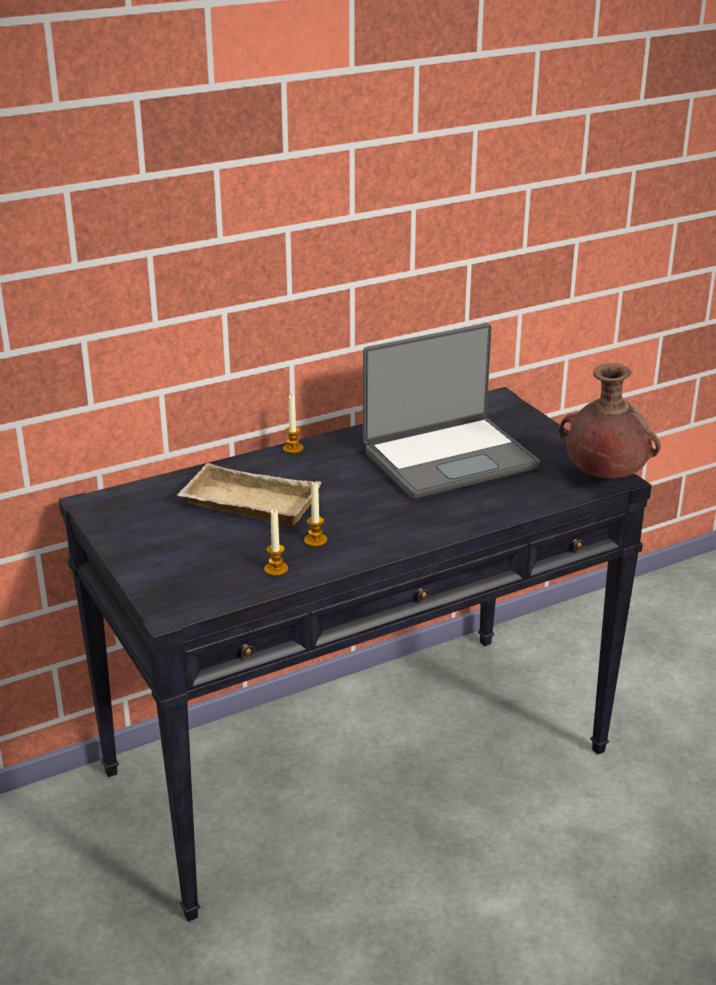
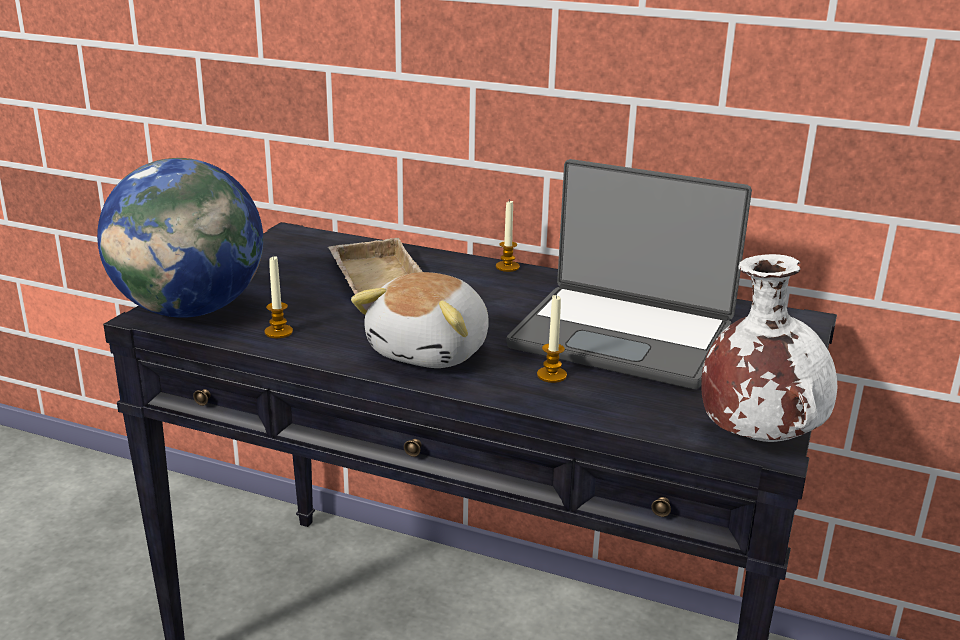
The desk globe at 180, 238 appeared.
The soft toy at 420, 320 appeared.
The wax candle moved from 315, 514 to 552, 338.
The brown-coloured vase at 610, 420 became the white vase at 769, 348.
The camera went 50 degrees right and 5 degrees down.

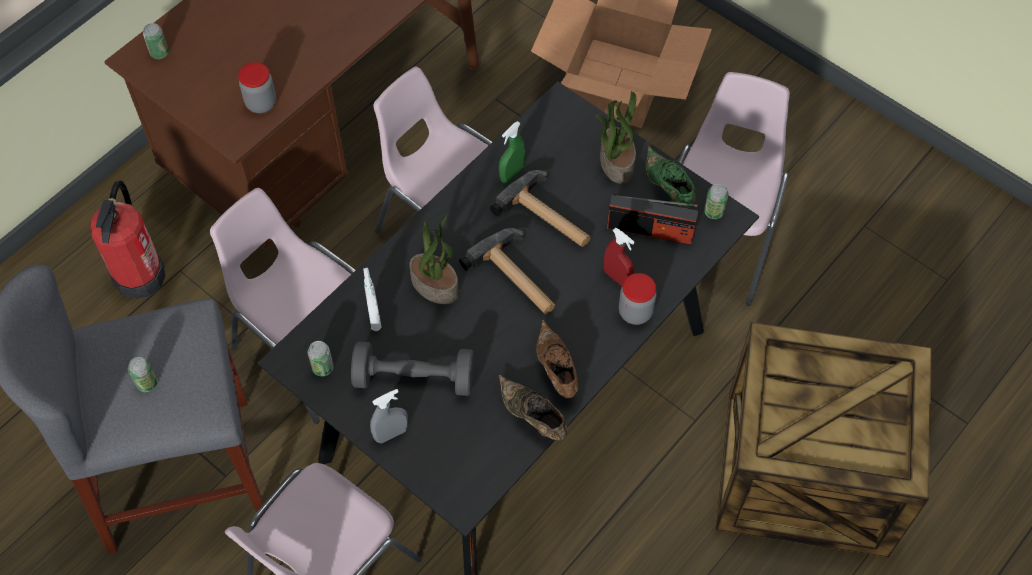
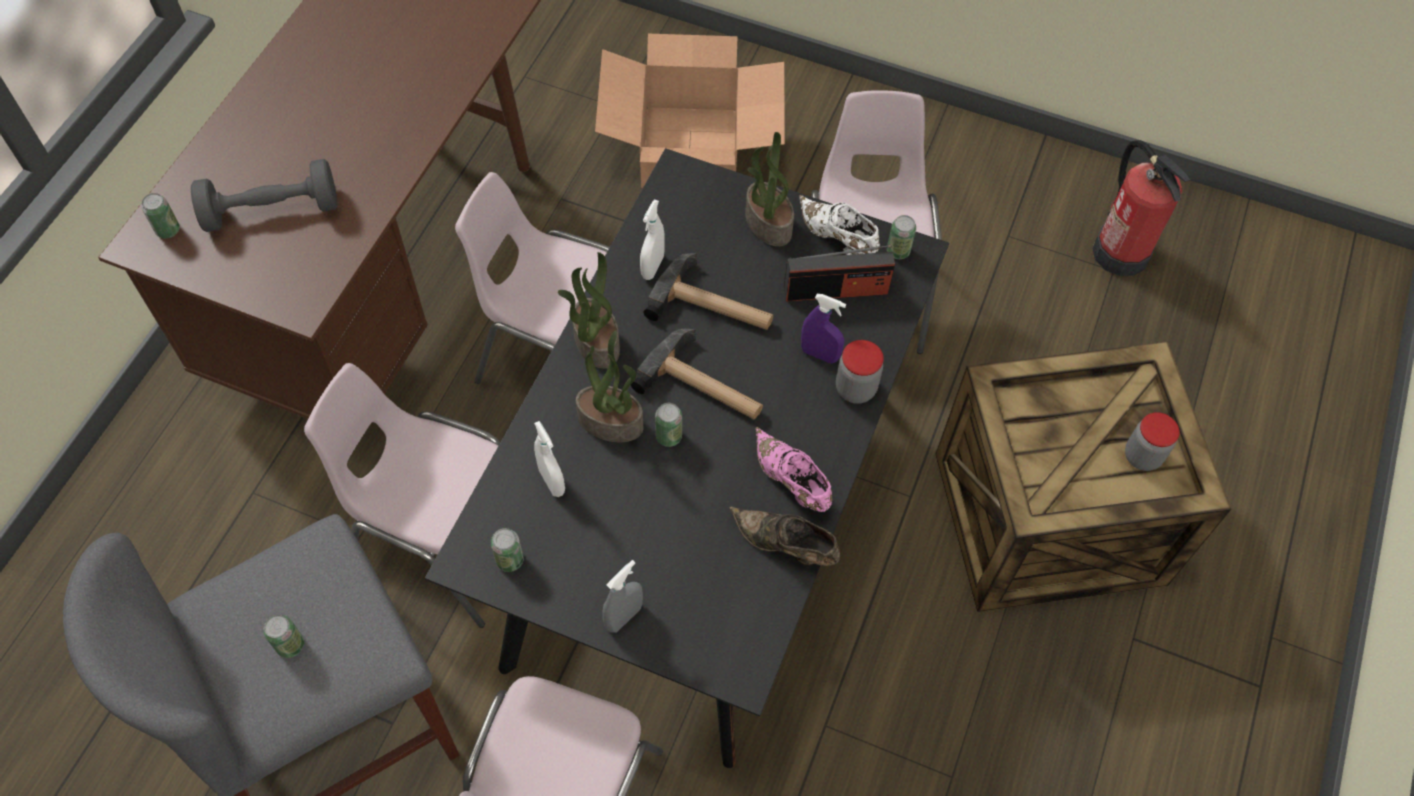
The houseplant at 589, 310 appeared.
The metal can at 668, 425 appeared.
The fire-fighting cylinder moved from 128, 240 to 1141, 208.
The jar moved from 257, 87 to 1152, 441.
The greyish free weight moved from 412, 369 to 264, 195.
The greenish sprayer at 512, 152 became the white sprayer at 652, 239.
The brown-coloured low shoe at 557, 359 became the pinkish low shoe at 794, 469.
The red-coloured sprayer at 619, 257 became the purplish sprayer at 823, 329.
The greenish low shoe at 670, 177 became the white low shoe at 839, 225.
The camera went 20 degrees left and 0 degrees up.

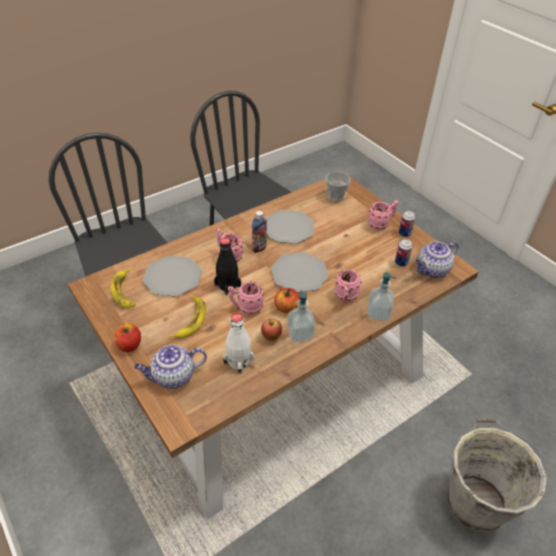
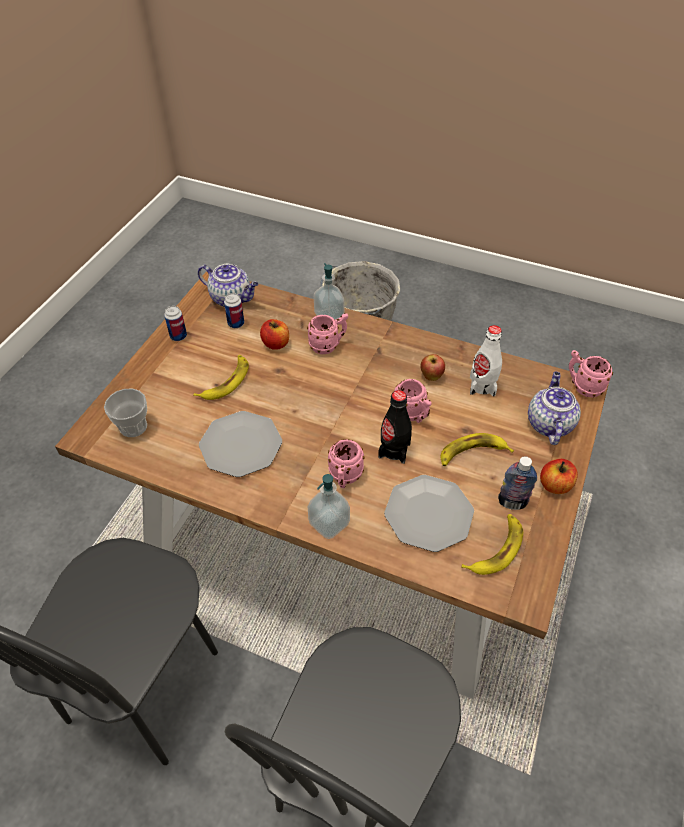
The plate at 300, 272 disappeared.
The banana at 221, 377 appeared.
The drink bottle moved from 259, 232 to 517, 483.
The apple moved from 287, 300 to 274, 334.
The soap bottle moved from 301, 316 to 329, 506.
The pinkish mug moved from 383, 215 to 591, 373.
The tea pot at 170, 366 turned 120 degrees counterclockwise.
The camera went 120 degrees left and 5 degrees up.

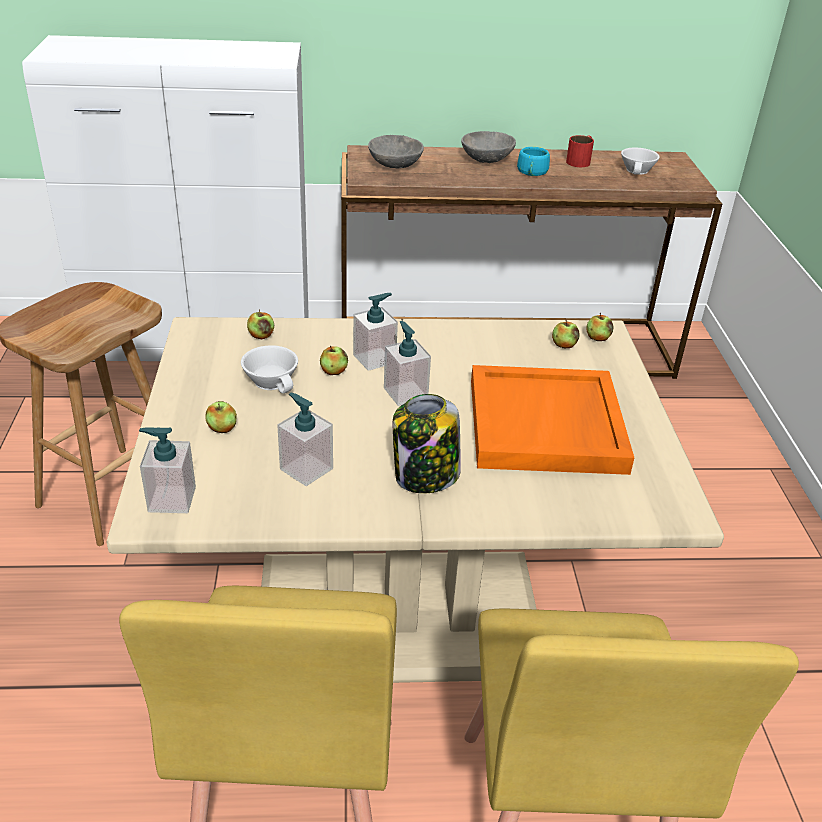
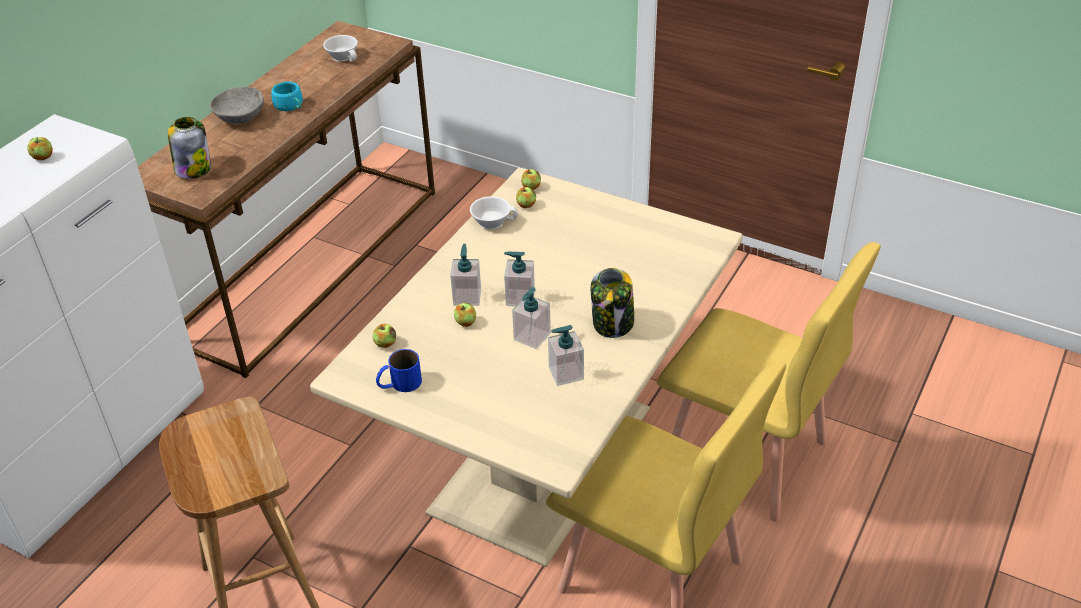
The orange-coloured tray at 552, 420 disappeared.
The red-coloured mug at 580, 151 disappeared.
The bluish mug at 399, 370 appeared.
The soap bottle moved from 167, 470 to 531, 318.
The apple moved from 221, 417 to 40, 148.
The white cup moved from 269, 369 to 494, 213.
The greyish bowl at 396, 152 was replaced by the jar at 189, 148.
The camera went 55 degrees left and 5 degrees up.

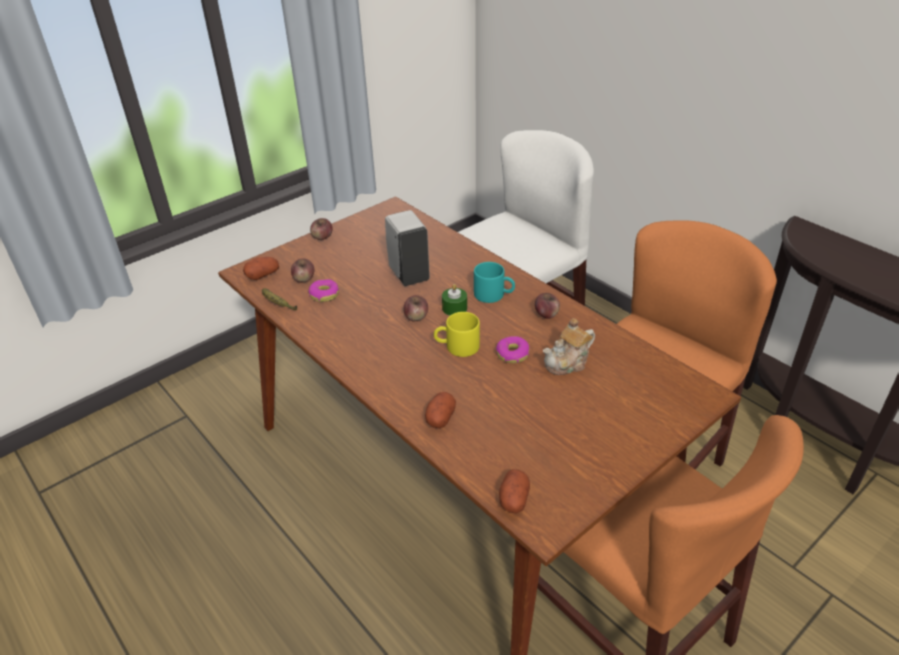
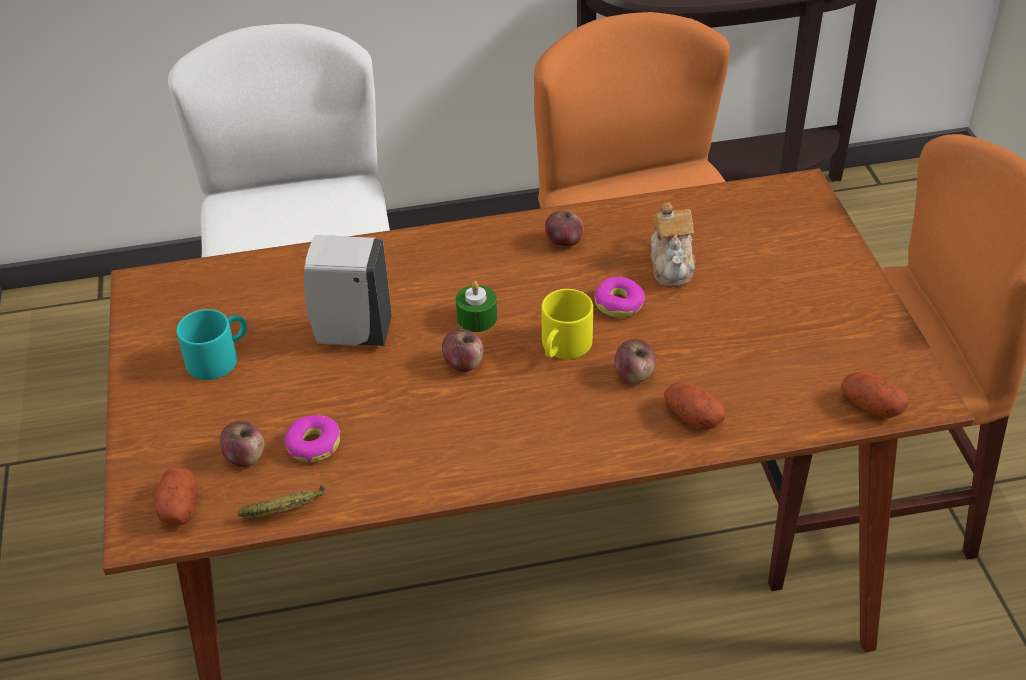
The apple moved from 321, 229 to 635, 361.
The blue-green mug moved from 494, 282 to 211, 344.
The camera went 60 degrees left and 5 degrees up.

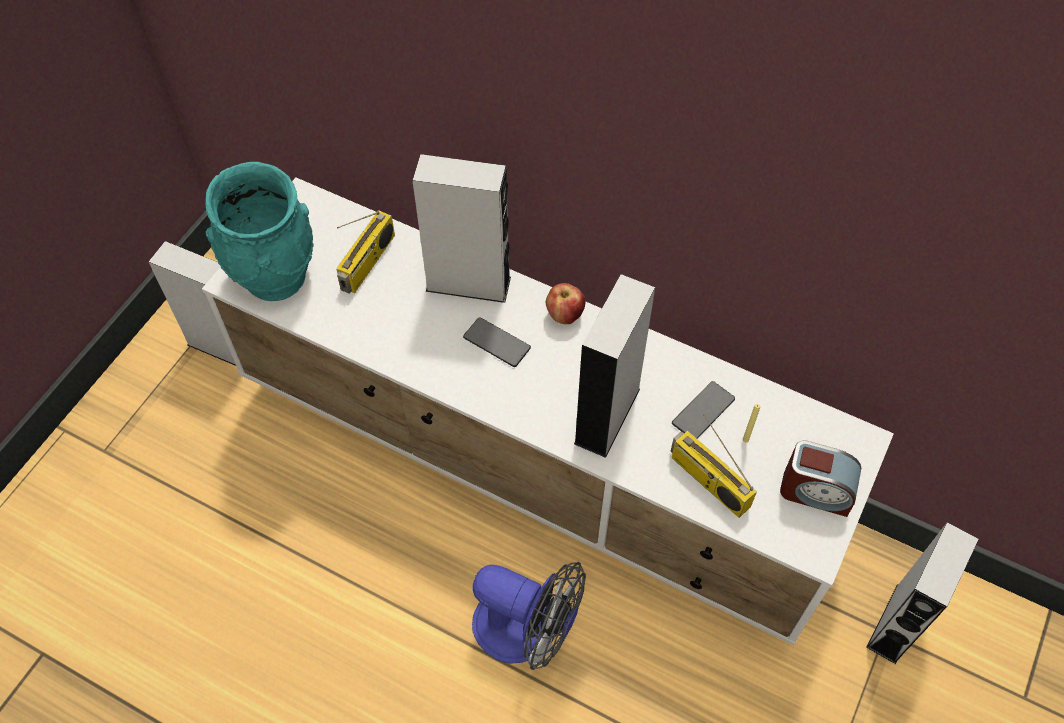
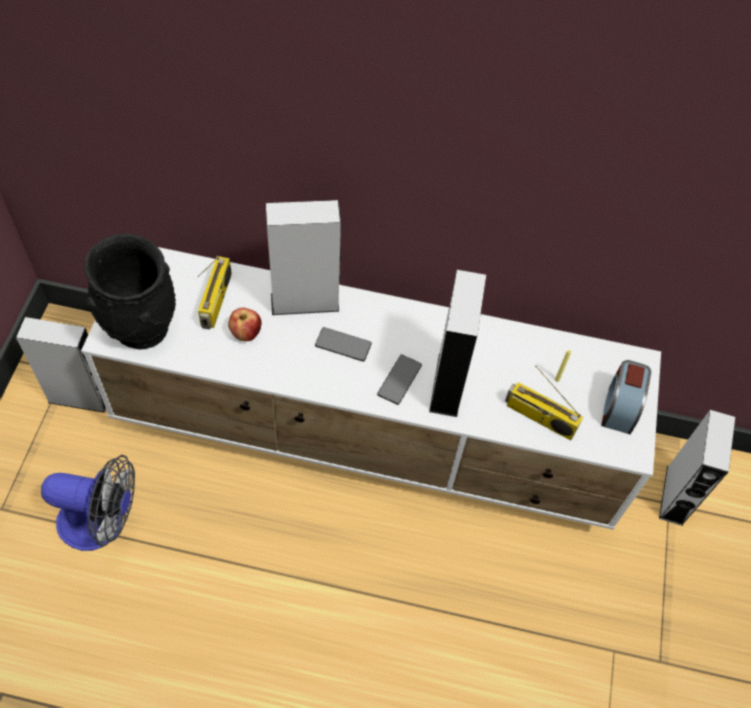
The electric fan moved from 529, 616 to 88, 503.
The apple moved from 565, 303 to 244, 324.
The telephone moved from 703, 410 to 399, 380.
The blue-green vase at 259, 231 became the blackish vase at 130, 292.
The alarm clock at 820, 478 turned 105 degrees clockwise.
The camera went 20 degrees left and 0 degrees up.

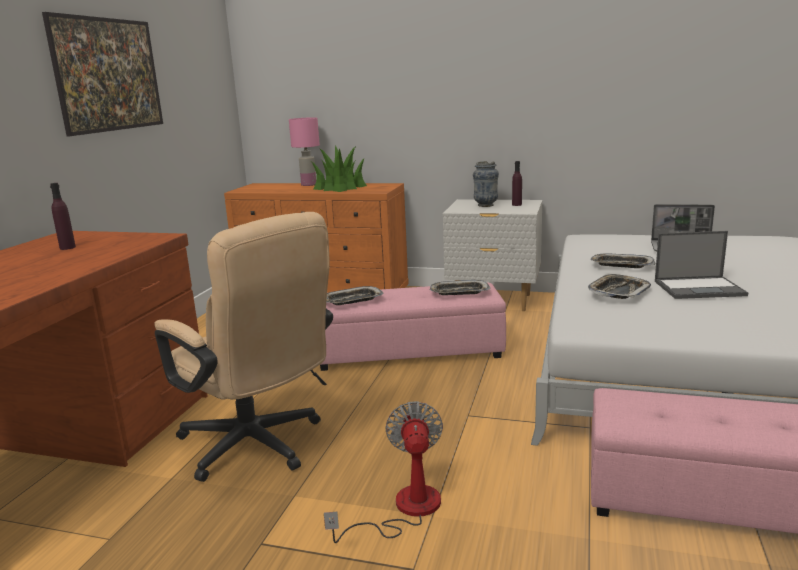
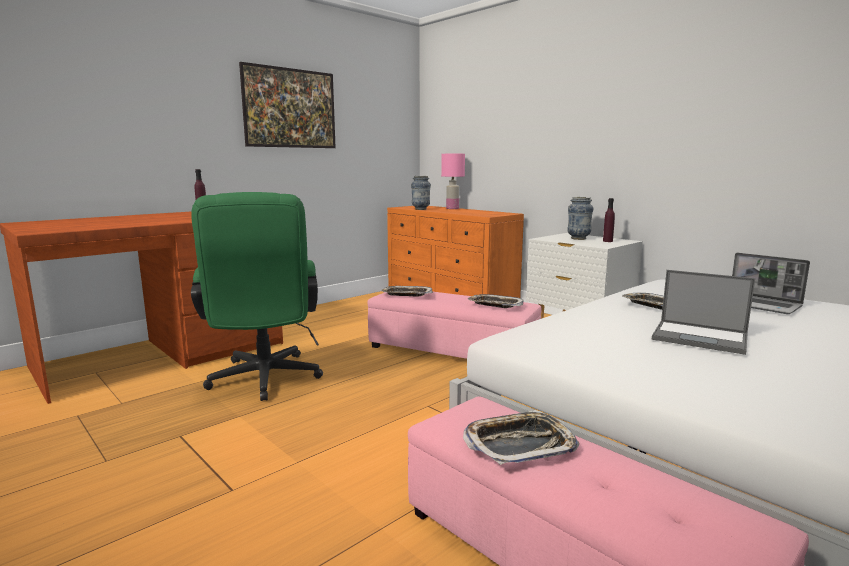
The houseplant at 339, 168 disappeared.
The electric fan at 383, 472 disappeared.
The vase at 421, 193 appeared.
The tray moved from 619, 286 to 521, 437.
The beige office chair at 244, 347 became the greenish office chair at 257, 296.
The camera went 30 degrees right and 5 degrees down.

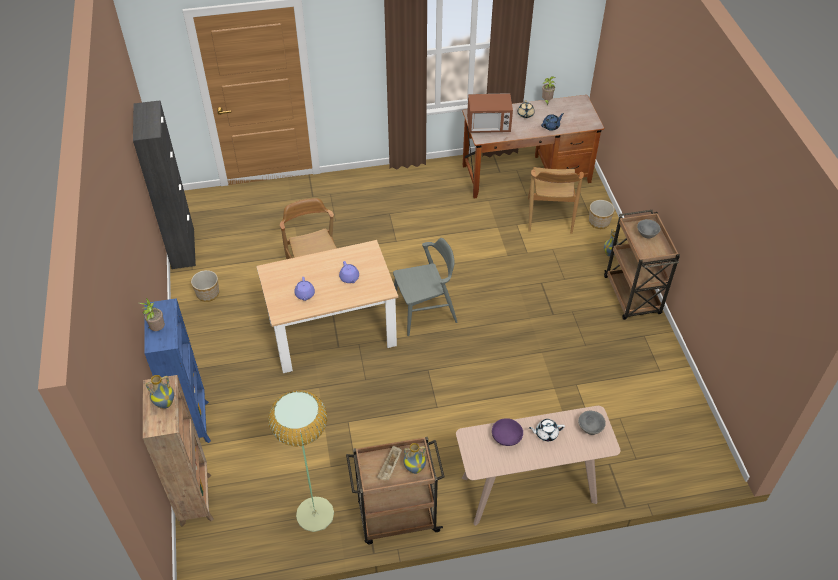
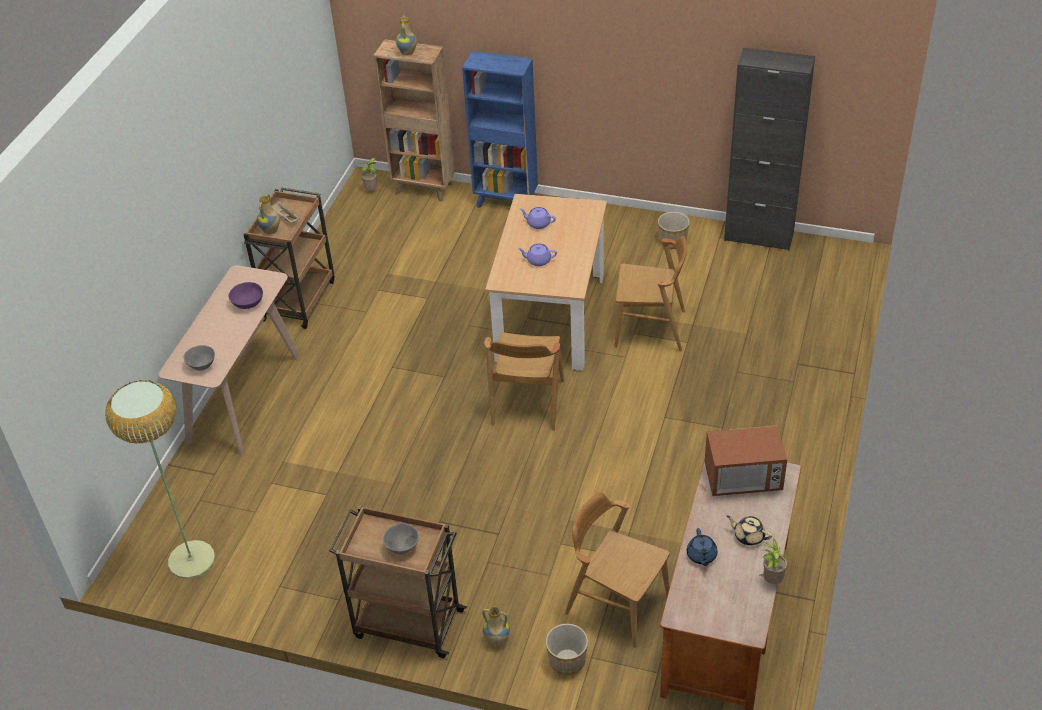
The white tea pot at 547, 430 disappeared.
The houseplant moved from 152, 314 to 368, 174.
The standing lamp moved from 301, 461 to 160, 479.
The greyish upright chair at 425, 287 became the brown-coloured upright chair at 524, 381.
The microwave oven at 490, 113 turned 120 degrees counterclockwise.
The camera went 120 degrees right and 5 degrees down.

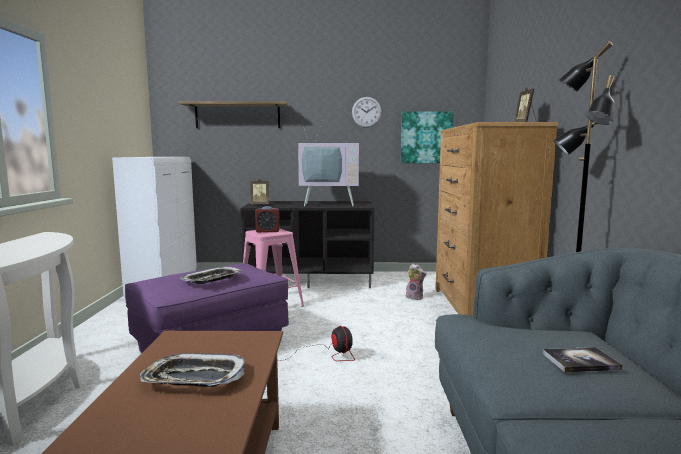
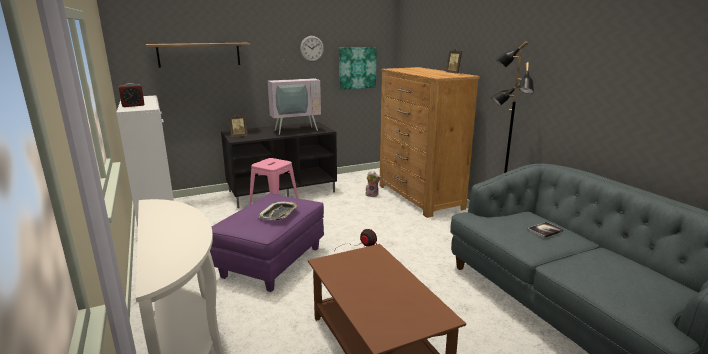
The tray at 192, 370 disappeared.
The alarm clock moved from 267, 219 to 131, 95.
The camera went 25 degrees left and 10 degrees up.

